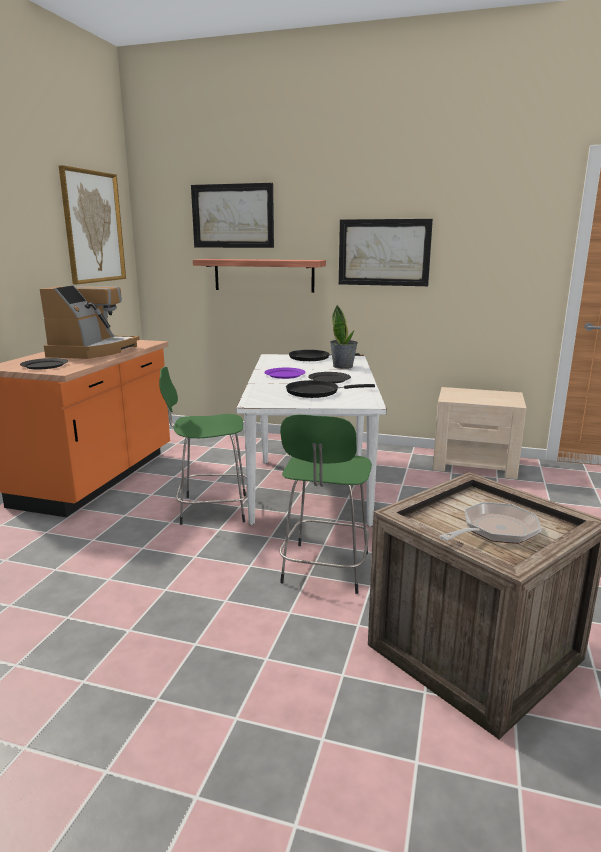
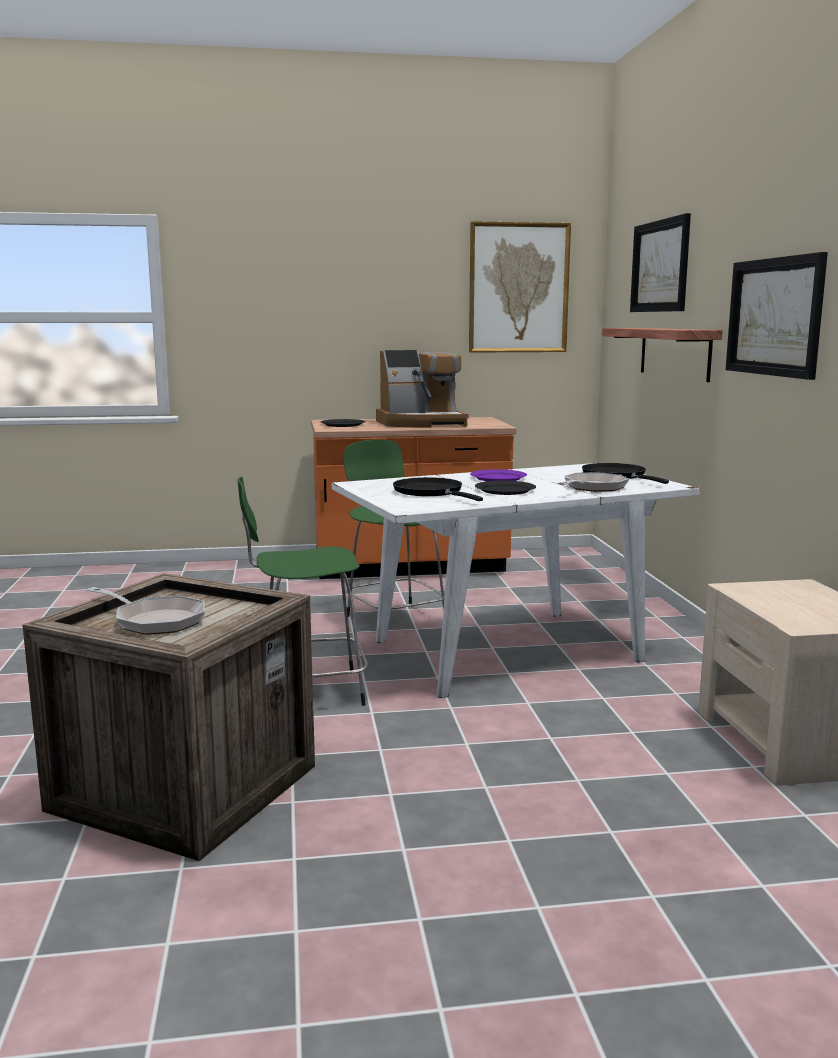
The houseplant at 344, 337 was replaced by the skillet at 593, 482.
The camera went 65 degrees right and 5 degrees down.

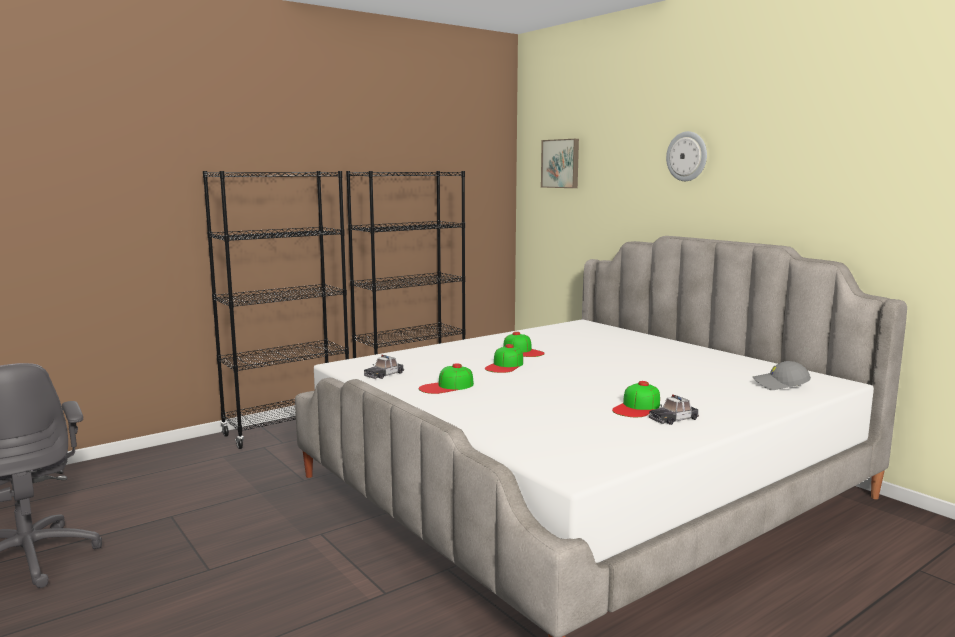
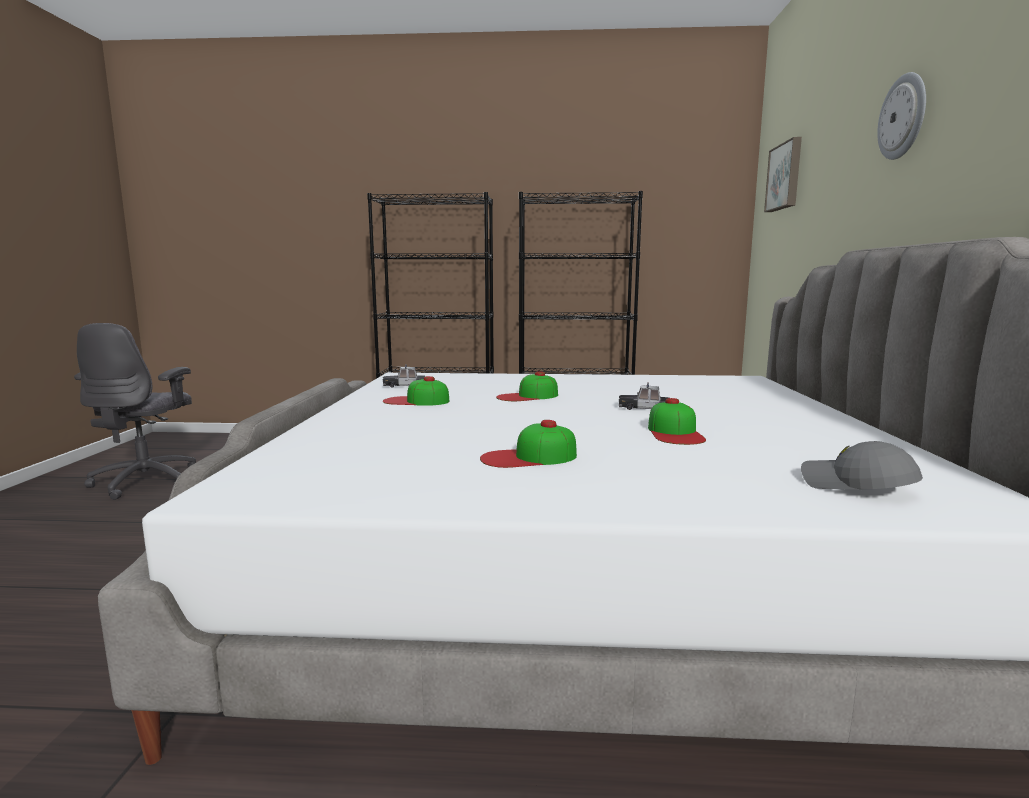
The baseball cap moved from 524, 344 to 677, 421.
The toy car moved from 674, 409 to 644, 396.
The camera went 40 degrees right and 0 degrees up.

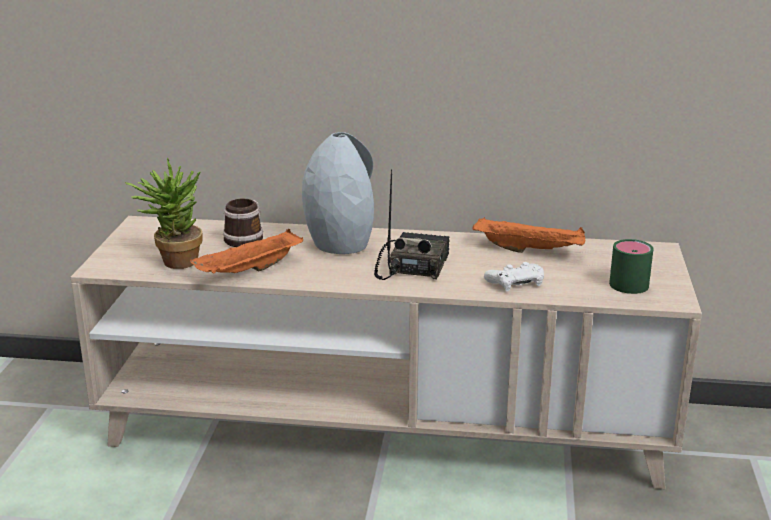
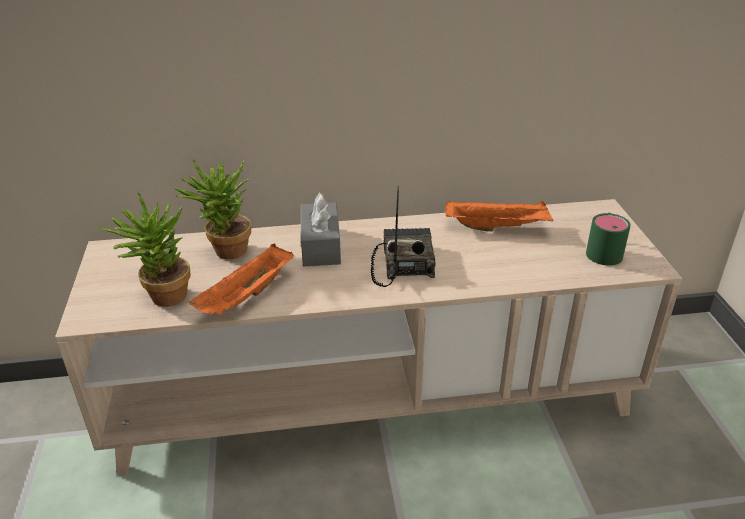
The white gamepad at 514, 276 disappeared.
The mug at 243, 223 was replaced by the houseplant at 212, 209.
The greyish vase at 338, 193 was replaced by the greyish tissue holder at 321, 229.
The camera went 15 degrees left and 10 degrees up.

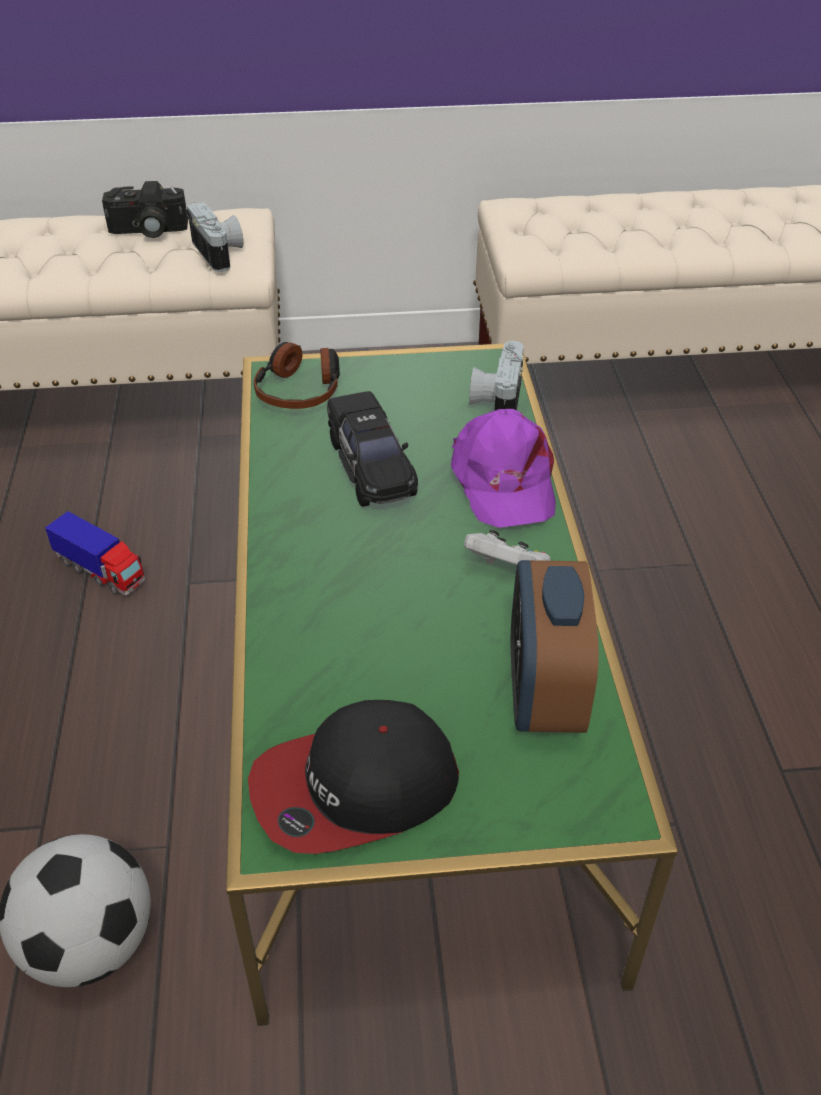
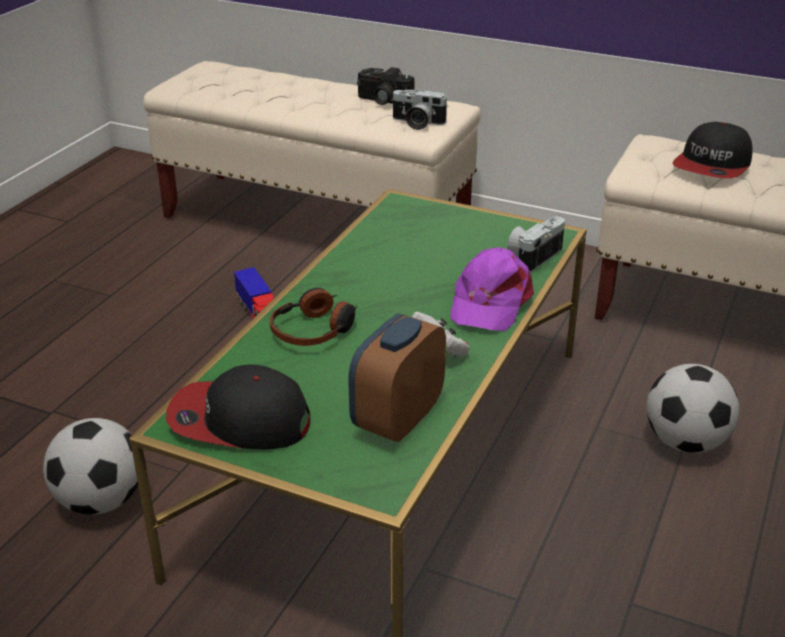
The blackish toy car at 372, 449 disappeared.
The football ball at 693, 408 appeared.
The baseball cap at 713, 150 appeared.
The pair of headphones moved from 296, 375 to 313, 317.
The photo camera at 215, 237 turned 105 degrees clockwise.
The camera went 30 degrees right and 10 degrees down.

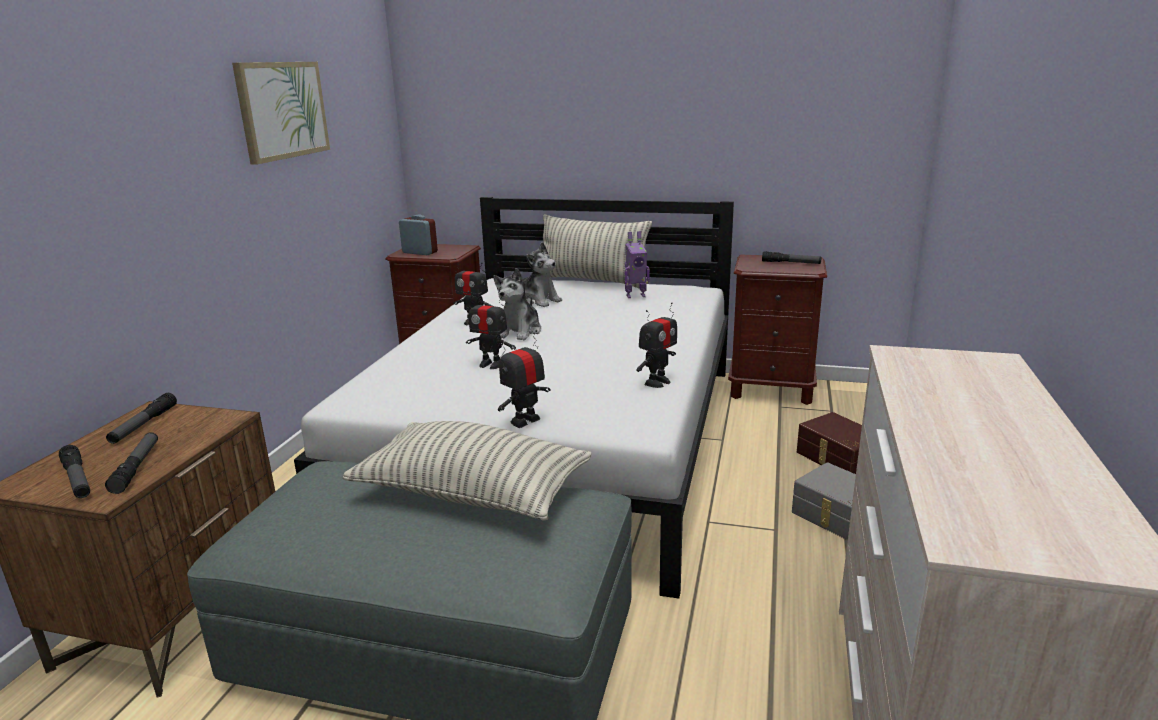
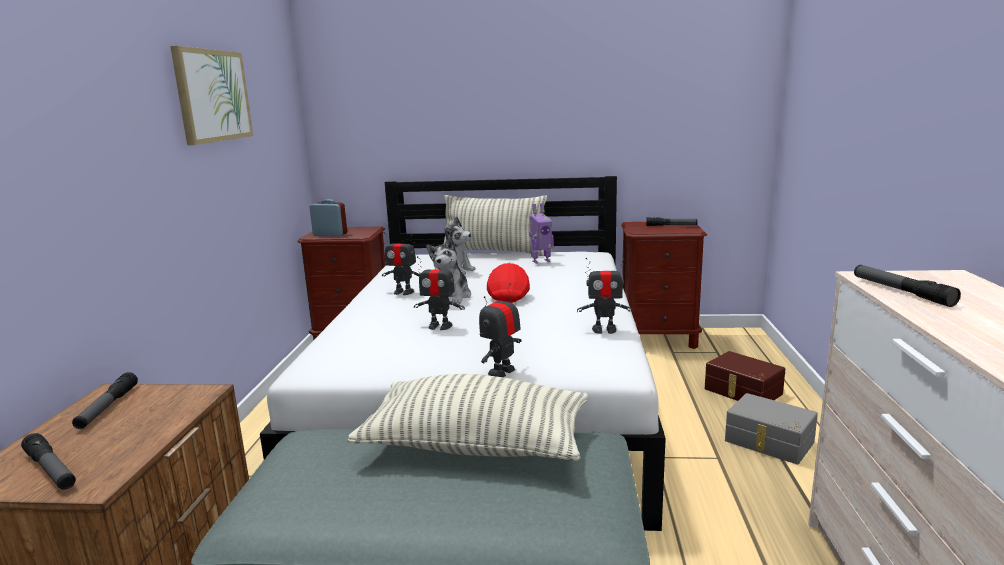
The red-coloured baseball cap at 508, 283 appeared.
The torch moved from 131, 463 to 907, 286.
The model robot at 656, 345 turned 60 degrees clockwise.
The camera went 10 degrees left and 5 degrees down.

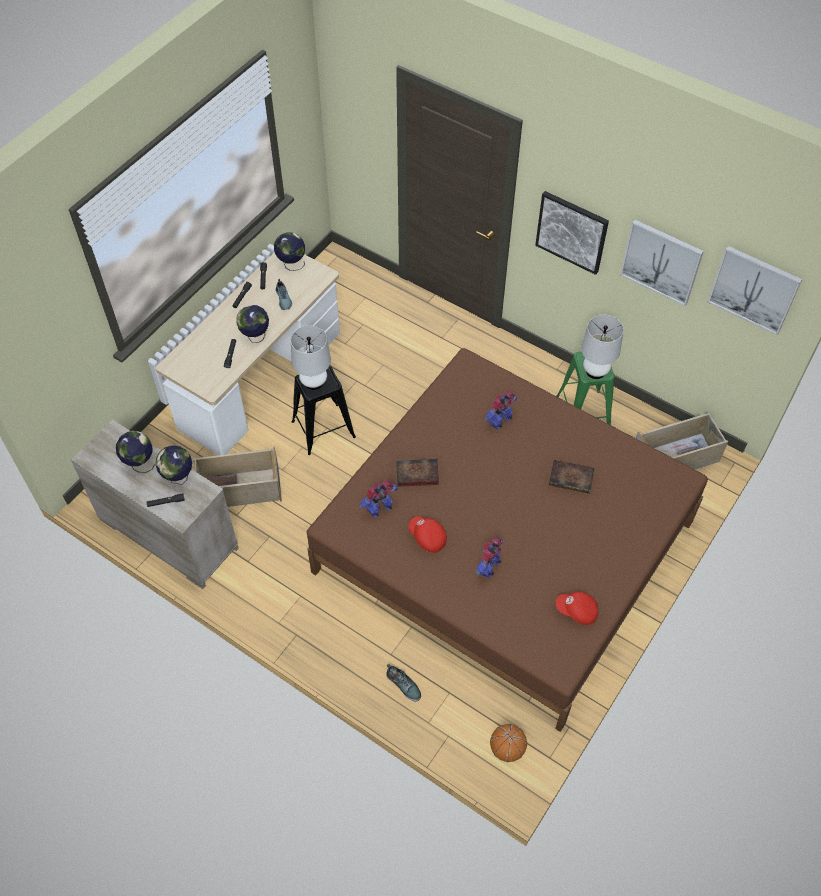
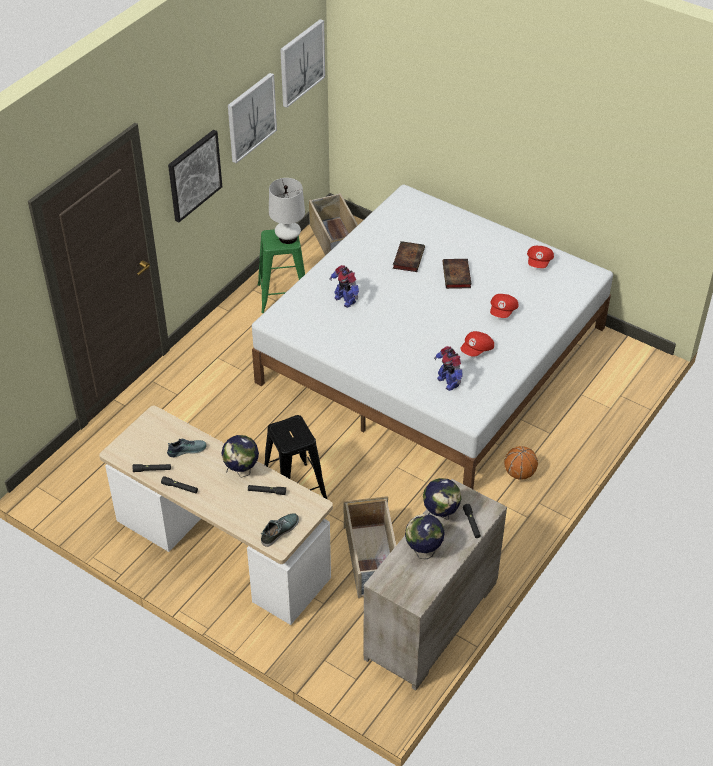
The desk globe at 289, 251 disappeared.
The white tabletop lamp at 311, 358 disappeared.
The low shoe moved from 403, 682 to 280, 530.
The book moved from 417, 473 to 457, 274.
The basketball ball moved from 508, 743 to 521, 463.
The model robot at 489, 557 was replaced by the red-coloured baseball cap at 504, 306.
The brown-coloured bed at 507, 540 became the white bed at 432, 336.
The camera went 90 degrees left and 10 degrees down.

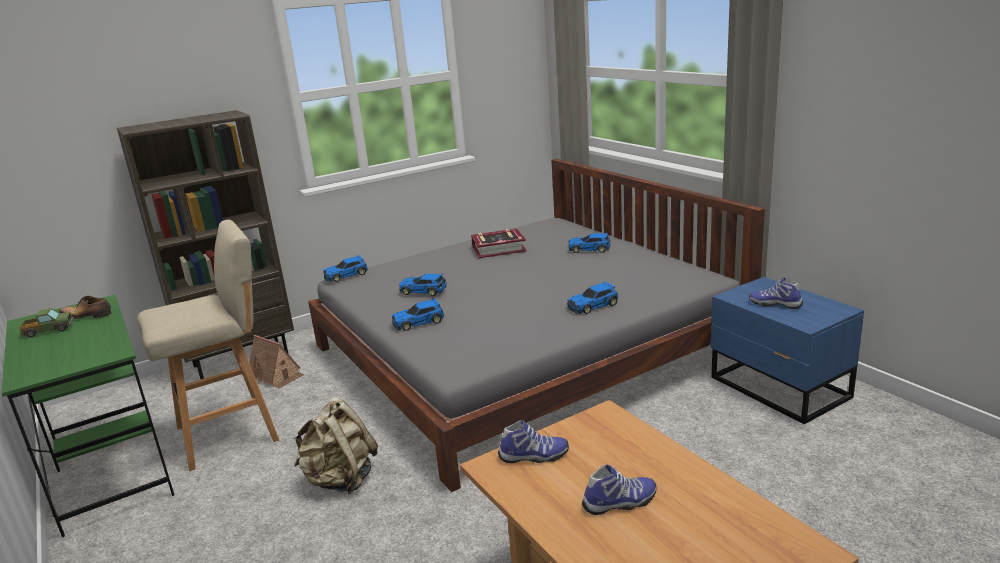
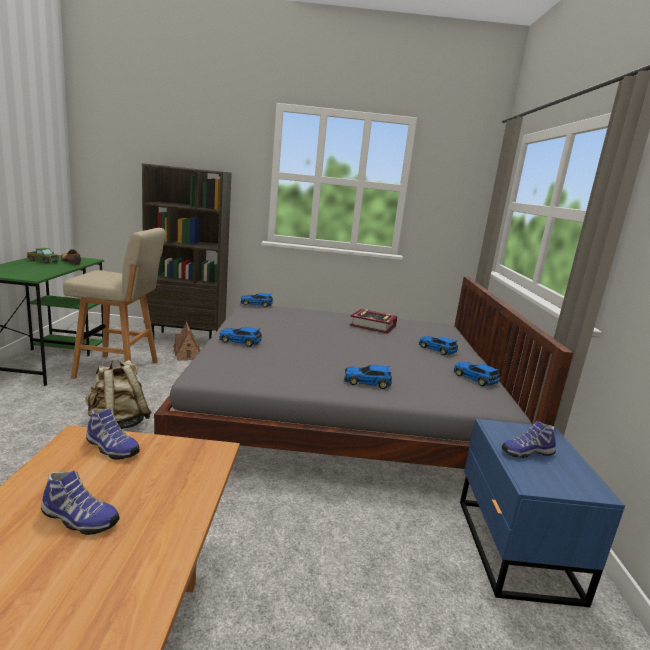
The toy car moved from 423, 284 to 476, 374.
The low shoe at 776, 293 turned 75 degrees counterclockwise.
The camera went 30 degrees right and 5 degrees down.

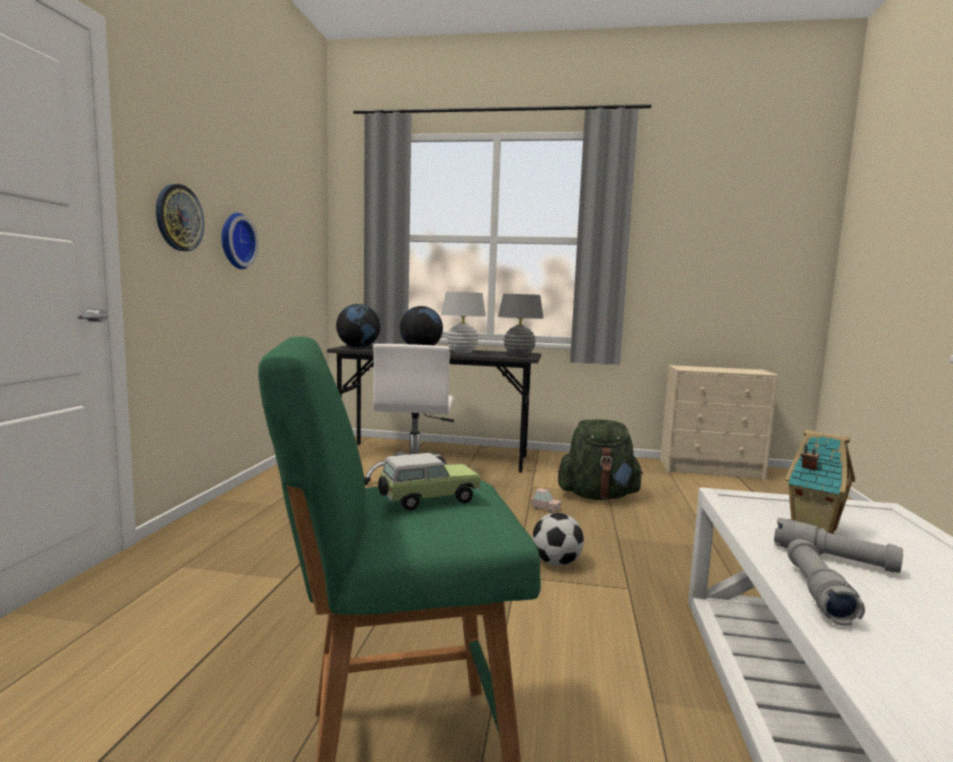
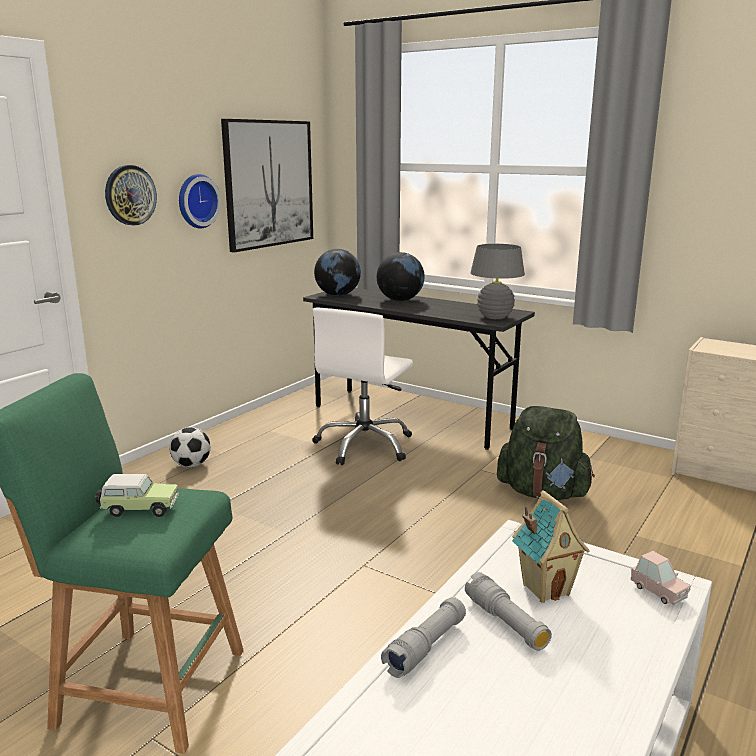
The white tabletop lamp at 463, 323 disappeared.
The picture at 267, 186 appeared.
The pinkish toy car moved from 546, 500 to 661, 578.
The football ball moved from 558, 539 to 190, 447.
The camera went 25 degrees right and 10 degrees up.

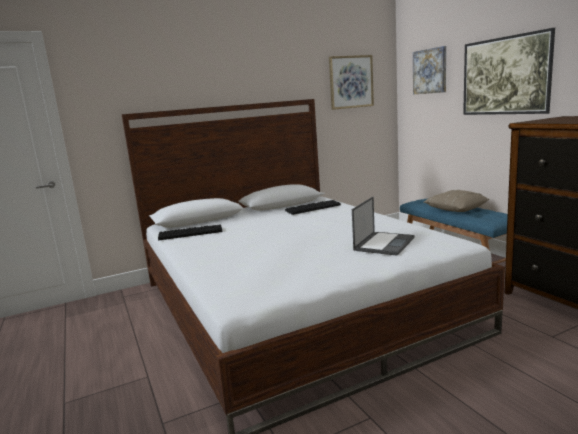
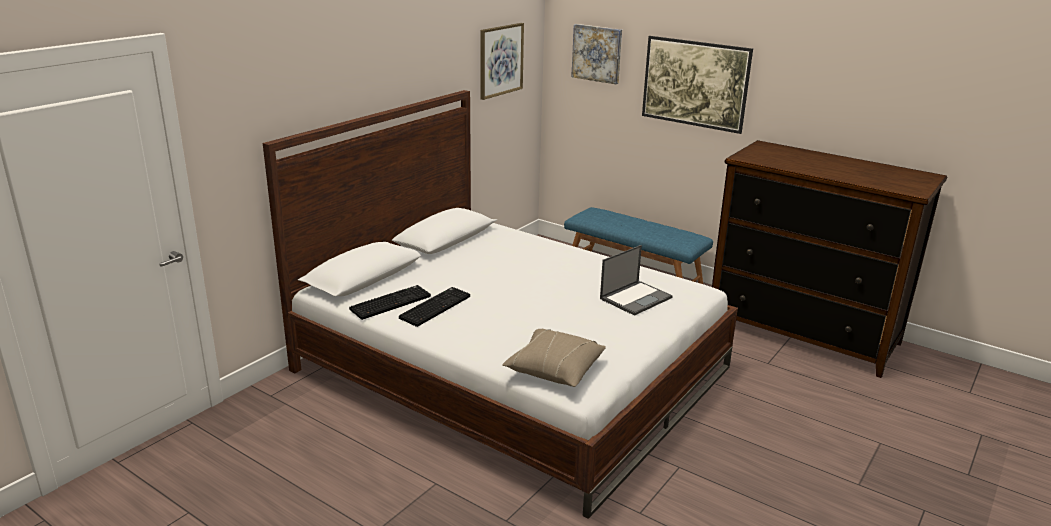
The keyboard moved from 313, 207 to 434, 307.
The beige cushion moved from 456, 201 to 554, 358.
The laptop at 383, 226 turned 45 degrees clockwise.
The camera went 30 degrees left and 10 degrees up.

